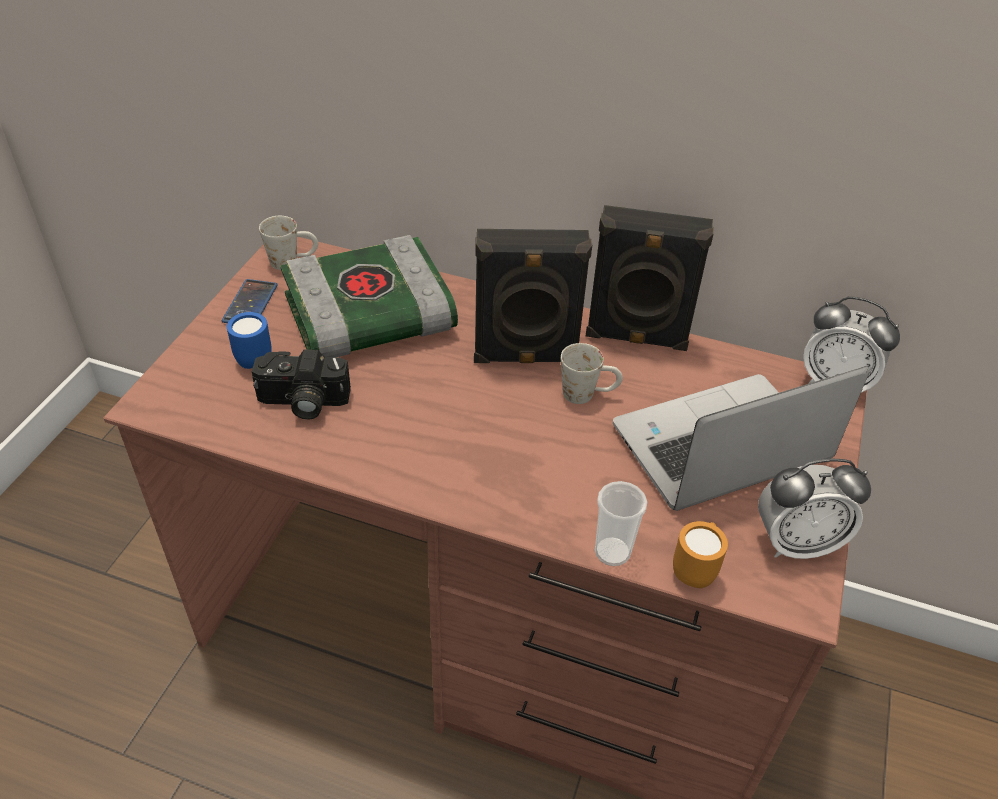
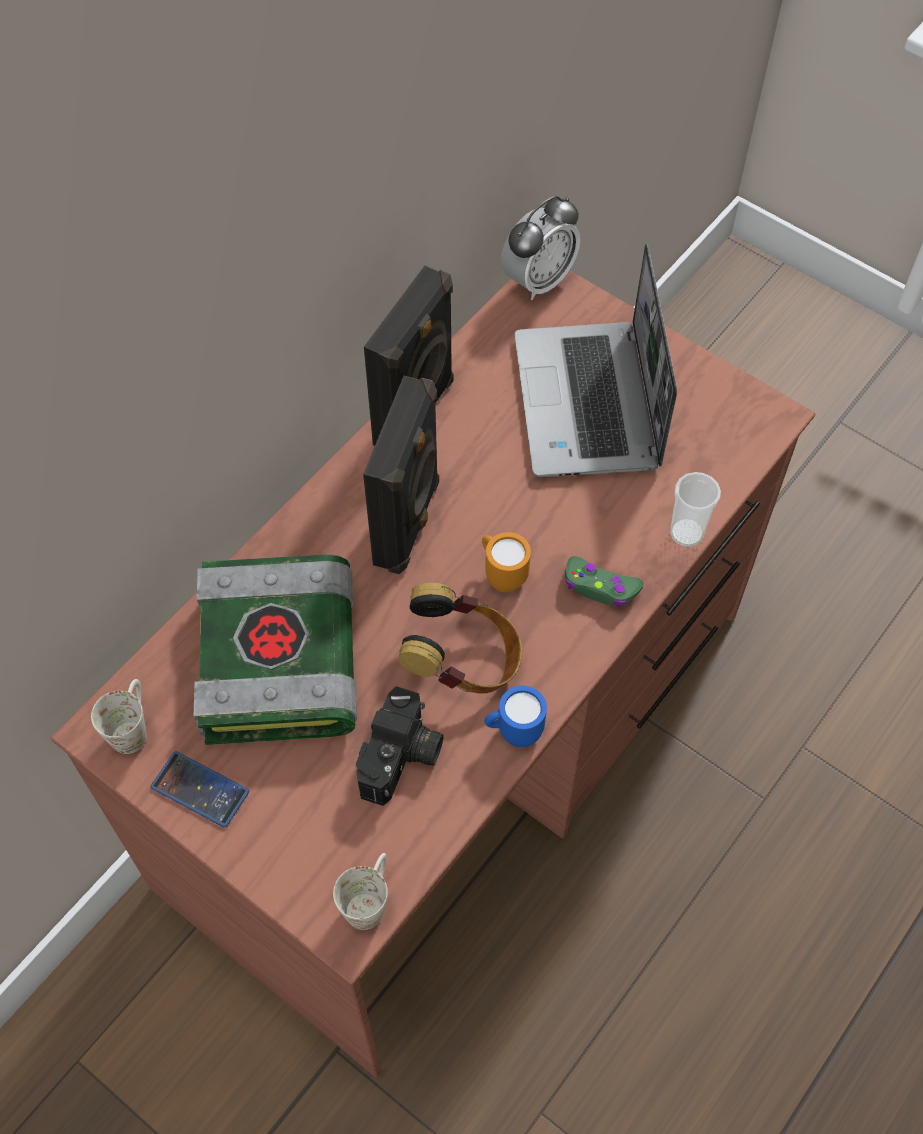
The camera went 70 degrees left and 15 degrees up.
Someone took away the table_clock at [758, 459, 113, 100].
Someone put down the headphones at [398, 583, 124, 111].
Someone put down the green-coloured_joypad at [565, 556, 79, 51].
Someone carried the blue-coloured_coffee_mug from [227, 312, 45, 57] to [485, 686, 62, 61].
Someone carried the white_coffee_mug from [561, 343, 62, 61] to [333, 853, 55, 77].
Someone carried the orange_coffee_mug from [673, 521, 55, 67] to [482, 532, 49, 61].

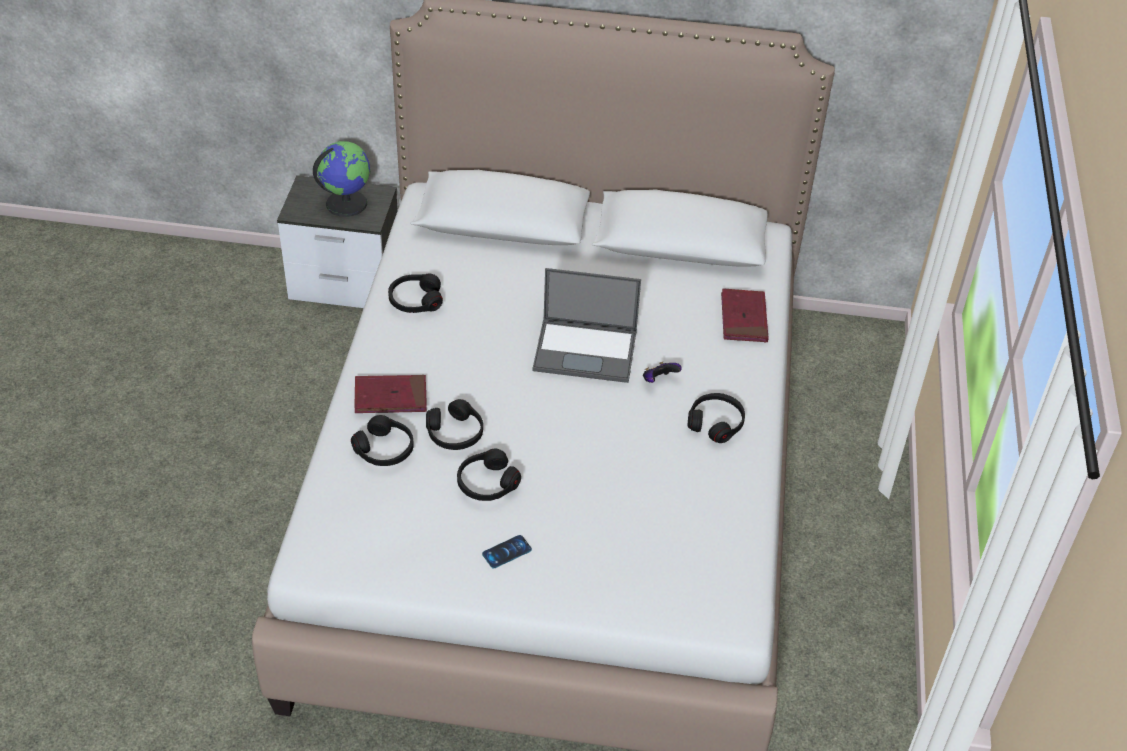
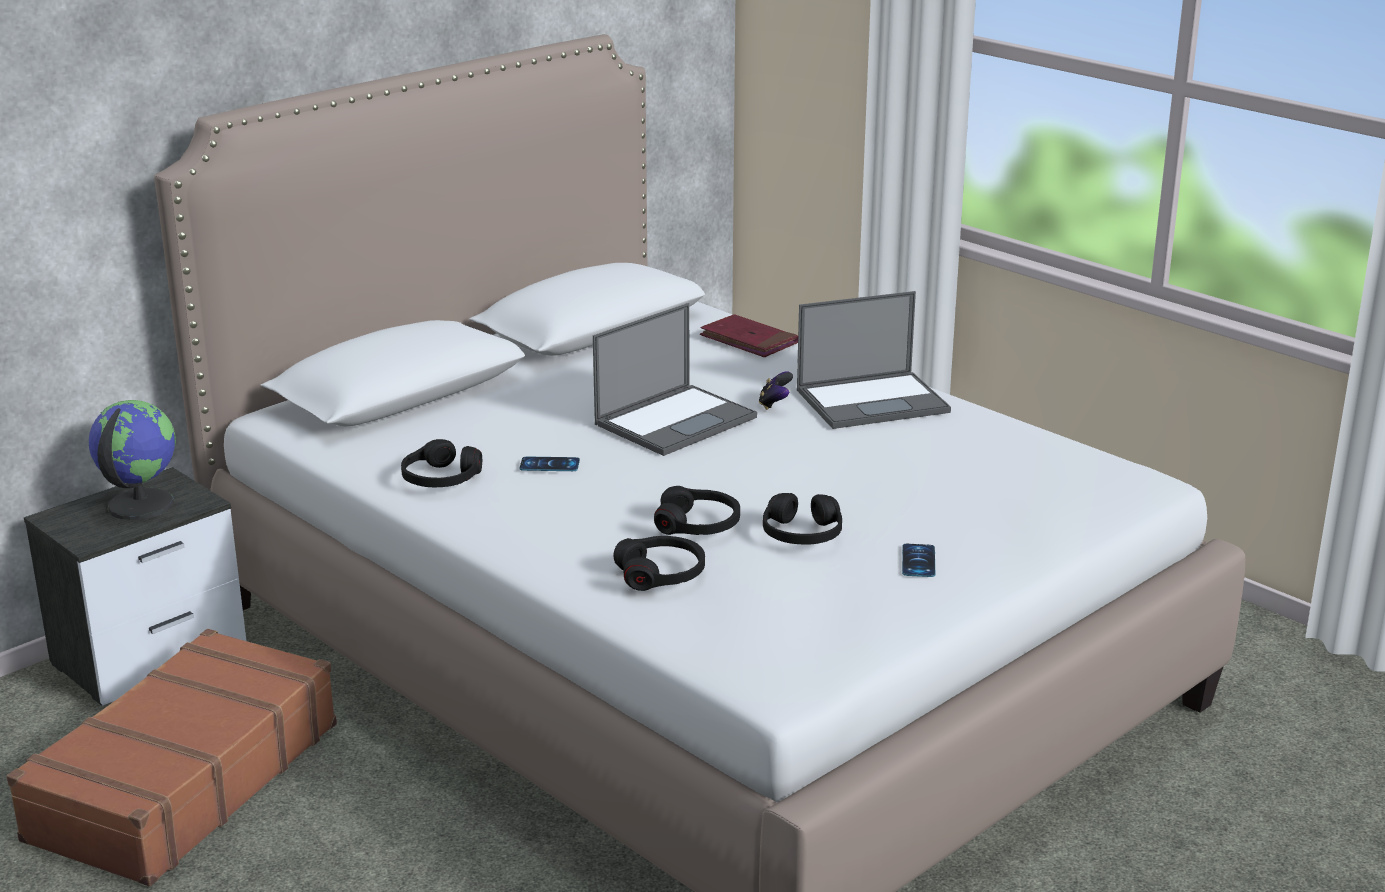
The camera went 50 degrees left and 20 degrees down.
Someone took away the reddish_volume at [354, 375, 73, 38].
Someone put down the brownish_suitcase at [7, 629, 330, 257].
Someone put down the phone at [520, 456, 60, 15].
Someone swapped the black_headphones at [687, 393, 58, 50] for the notebook_computer at [797, 291, 154, 138].

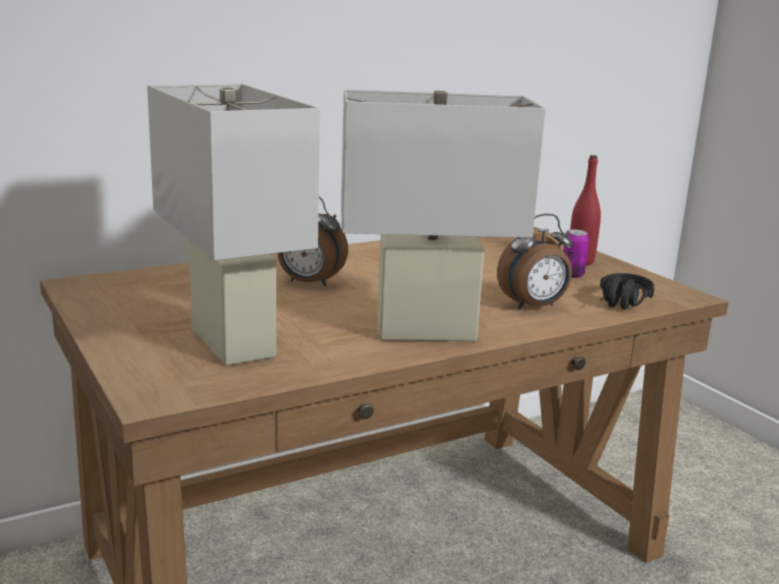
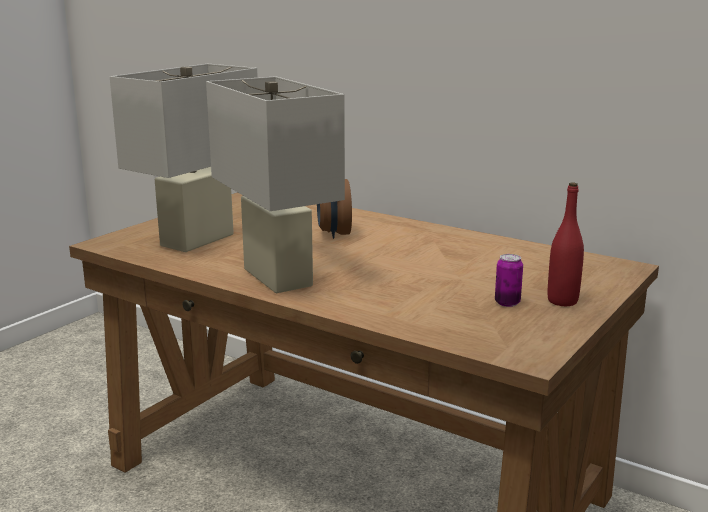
The camera went 65 degrees right and 0 degrees up.
Someone took away the table_clock at [497, 214, 76, 95].
Someone took away the black_headphones at [600, 273, 54, 37].

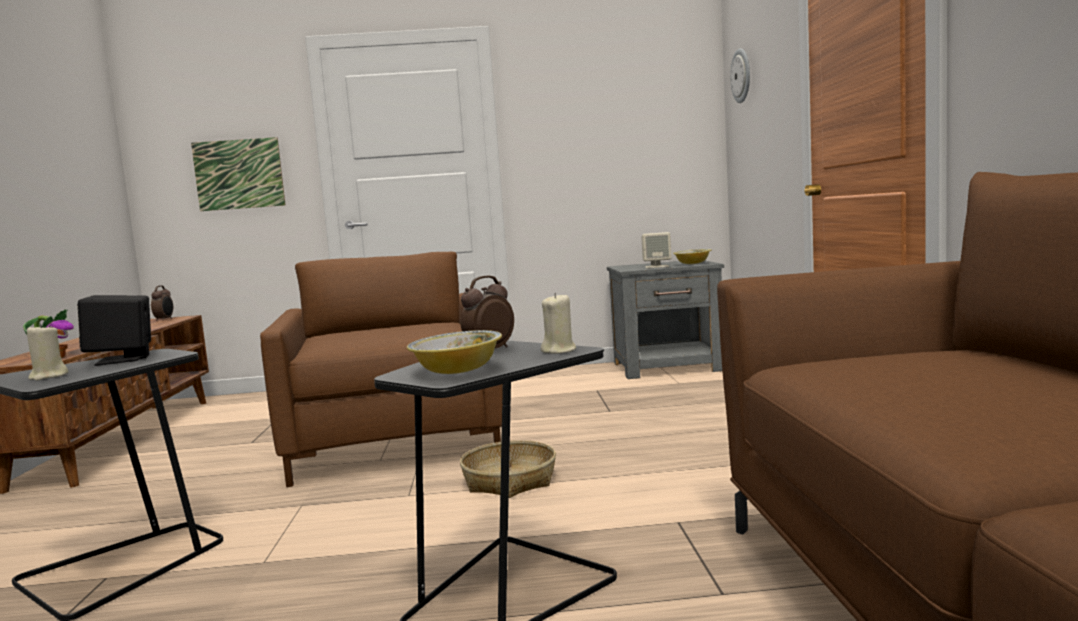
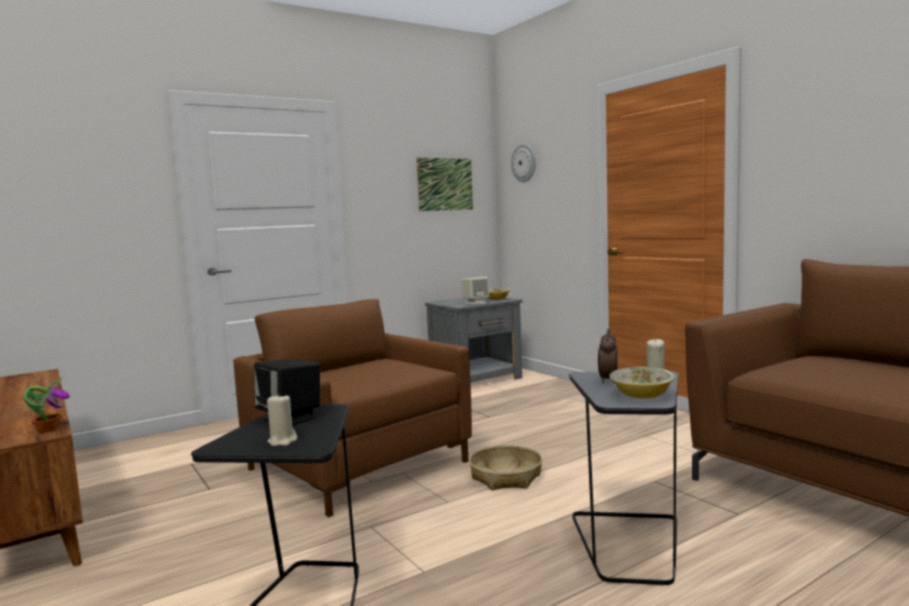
The camera went 30 degrees left and 0 degrees up.
Someone took away the table_clock at [151, 285, 22, 36].
Someone carried the wall_art from [191, 137, 95, 74] to [416, 158, 57, 53].

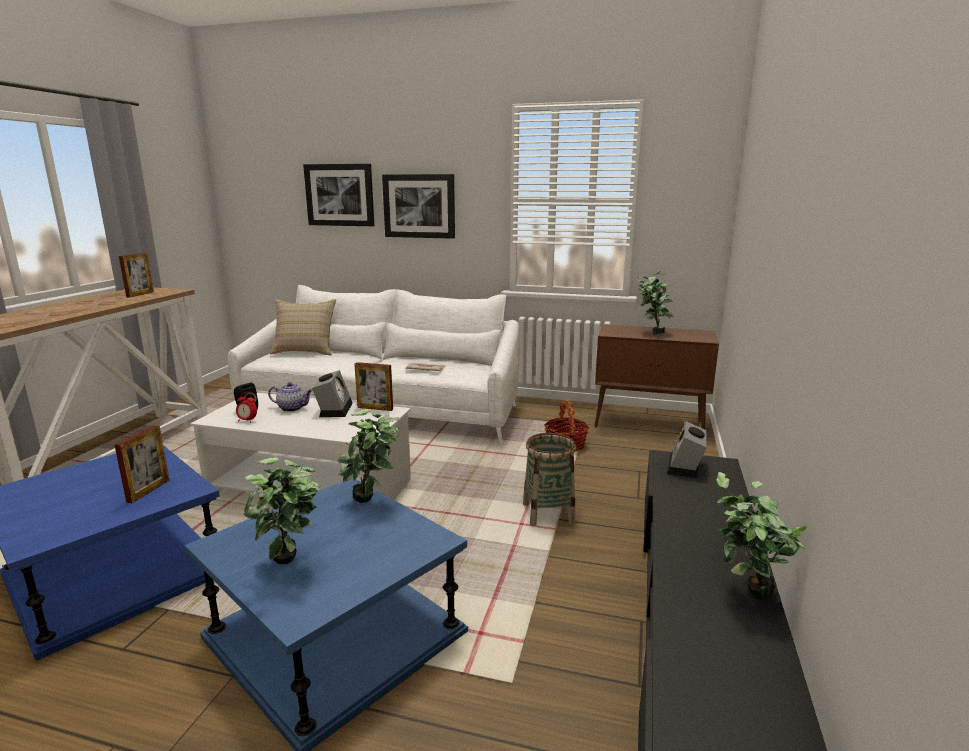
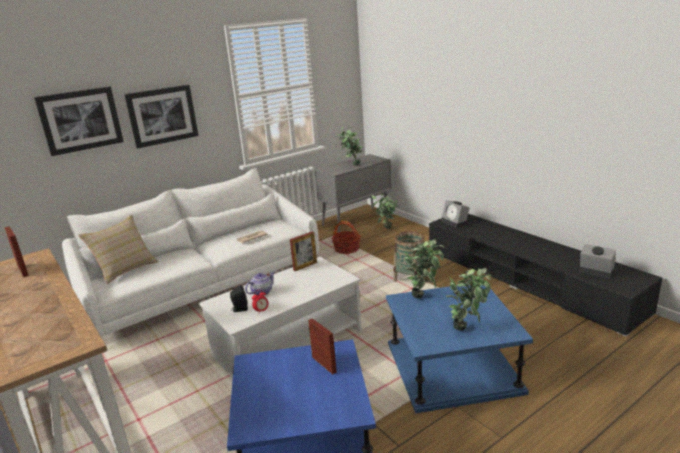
The camera went 50 degrees left and 5 degrees up.
Someone carried the table_clock from [312, 370, 41, 47] to [579, 244, 37, 35].
Someone carried the houseplant from [716, 472, 91, 127] to [371, 194, 27, 35].
Someone repainted the brownish_cupboard at [594, 324, 125, 105], which became the gray_cupboard at [315, 154, 77, 79].

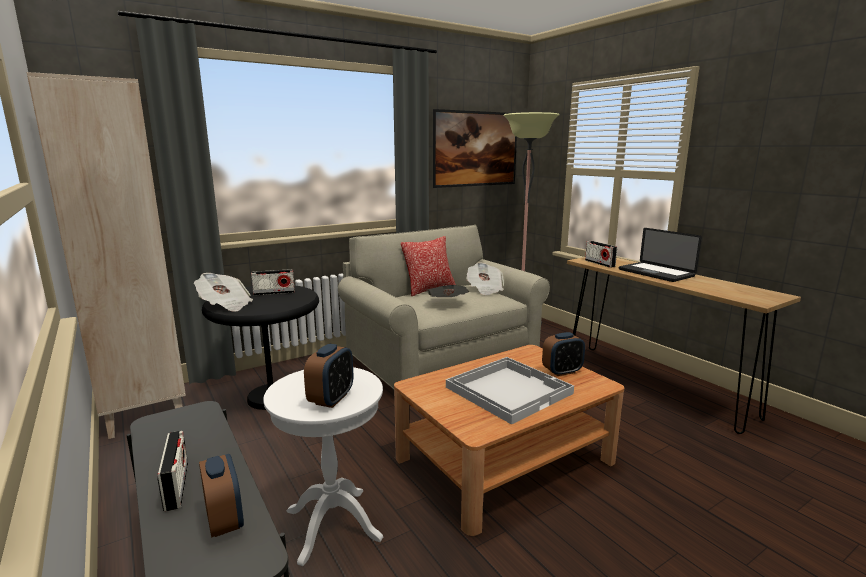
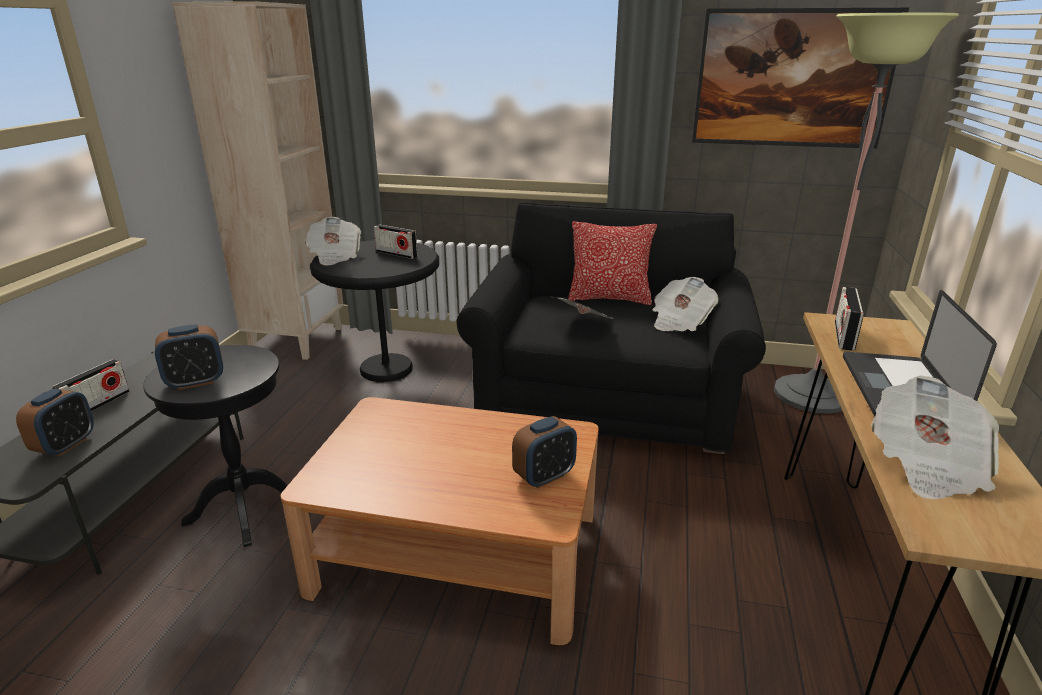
The camera went 45 degrees right and 10 degrees up.
Someone took away the white_serving_tray at [446, 357, 128, 68].
Someone put down the daily_paper at [871, 376, 128, 123].
Someone repainted the white_side_table at [263, 367, 120, 199], which became the black_side_table at [143, 345, 145, 202].
Someone repainted the beige-coloured_sofa at [338, 225, 212, 168], which became the black_sofa at [456, 202, 310, 252].
Someone rotated the table_clock at [542, 332, 43, 44] by 60 degrees counterclockwise.

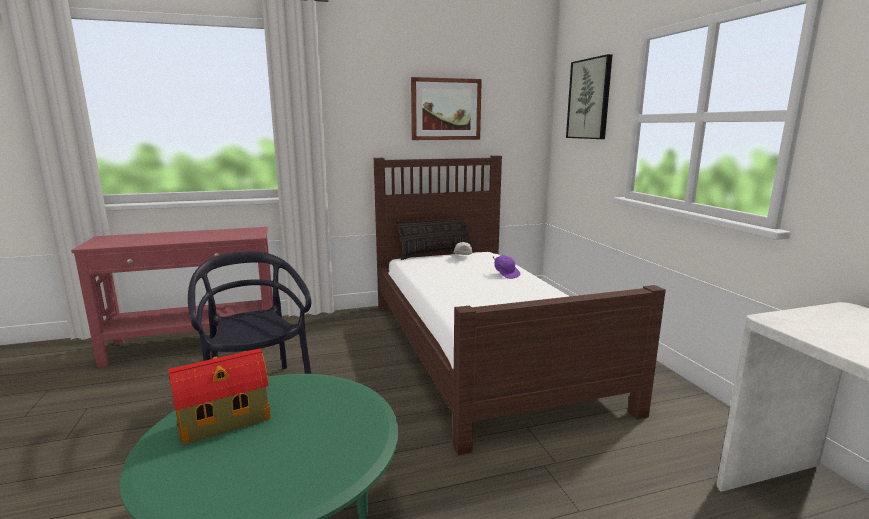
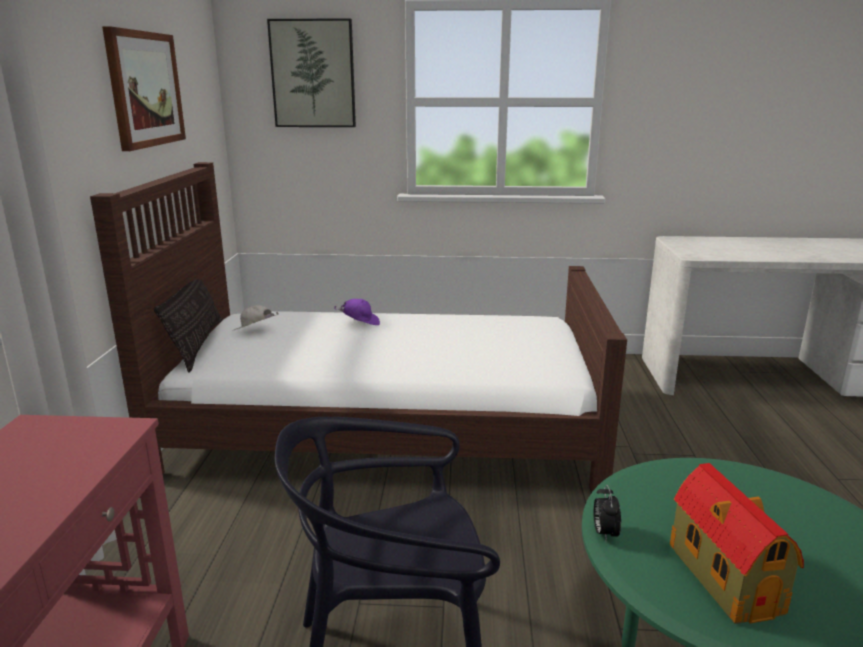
The camera went 70 degrees left and 5 degrees up.
Someone put down the table_clock at [593, 485, 28, 56].

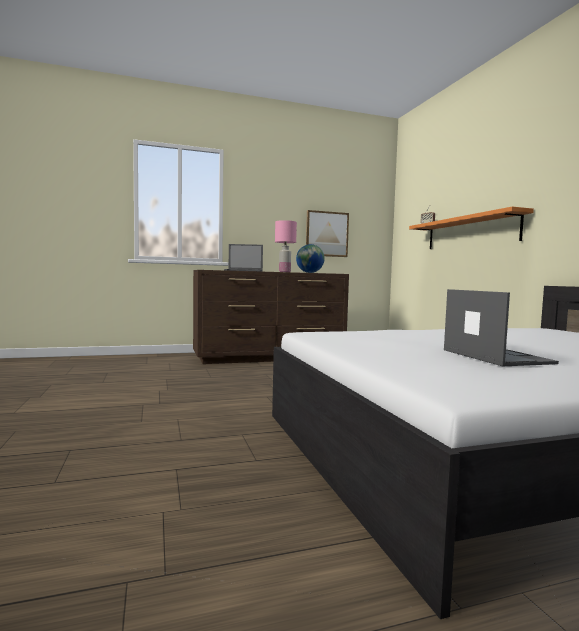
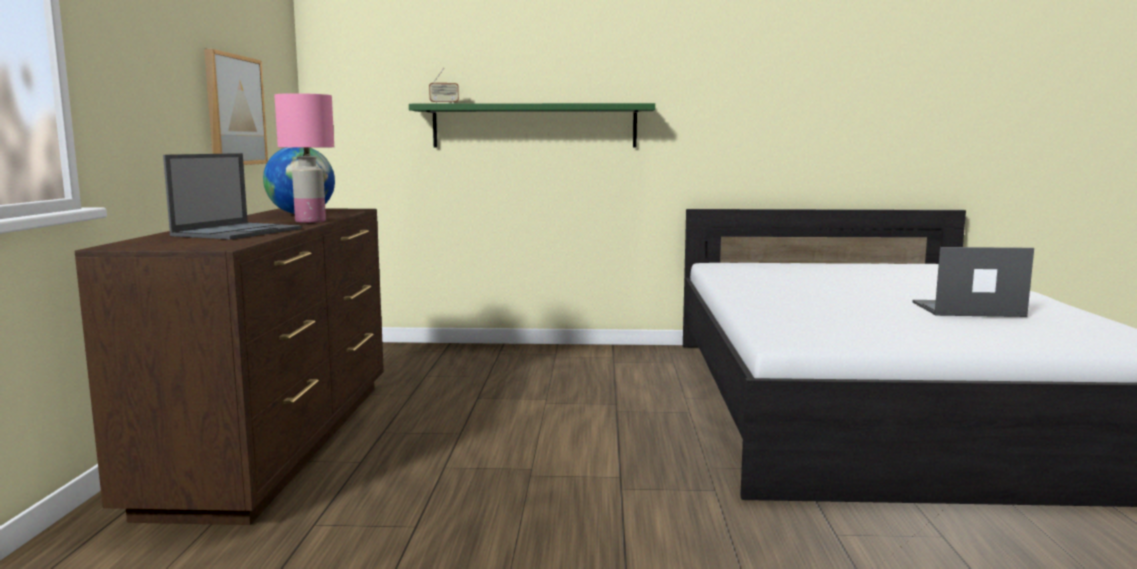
The camera went 70 degrees left and 5 degrees up.
Someone repainted the orange_shelf at [409, 207, 125, 42], which became the green-coloured_shelf at [409, 103, 246, 45].

